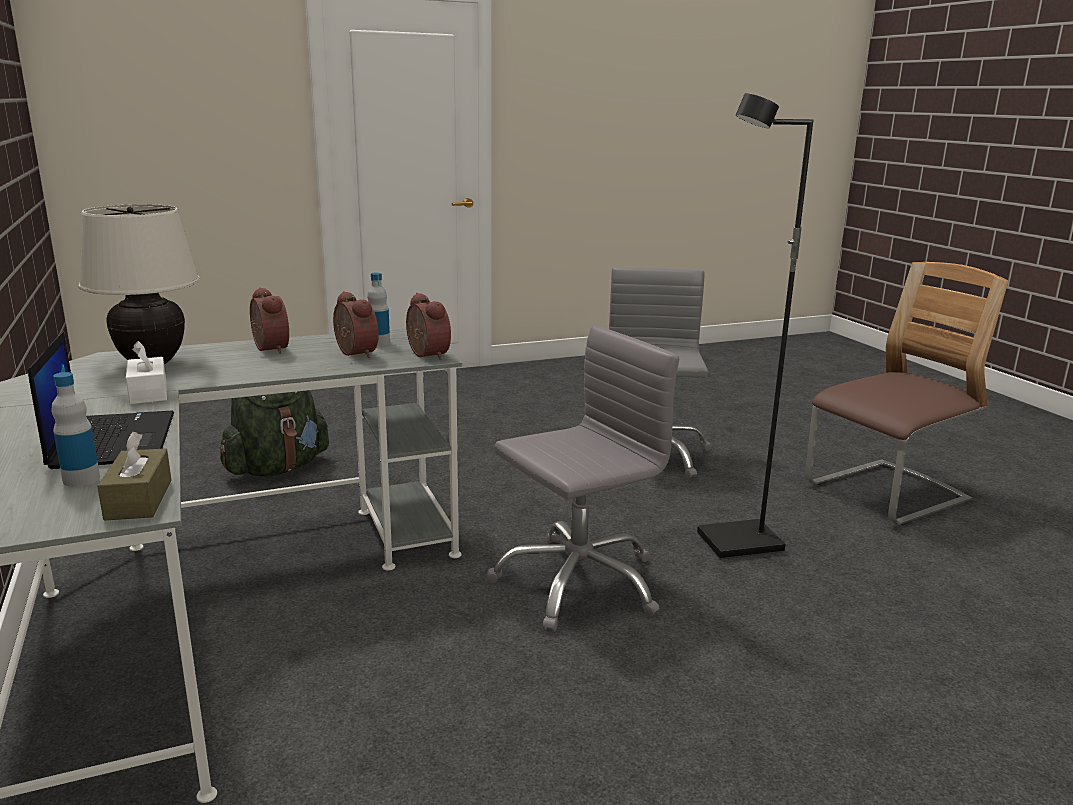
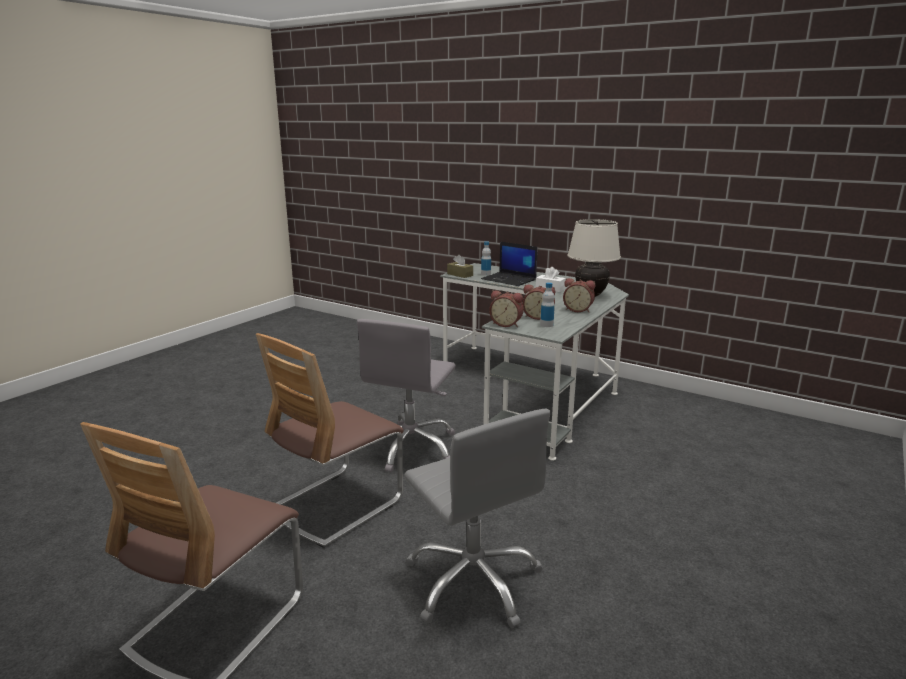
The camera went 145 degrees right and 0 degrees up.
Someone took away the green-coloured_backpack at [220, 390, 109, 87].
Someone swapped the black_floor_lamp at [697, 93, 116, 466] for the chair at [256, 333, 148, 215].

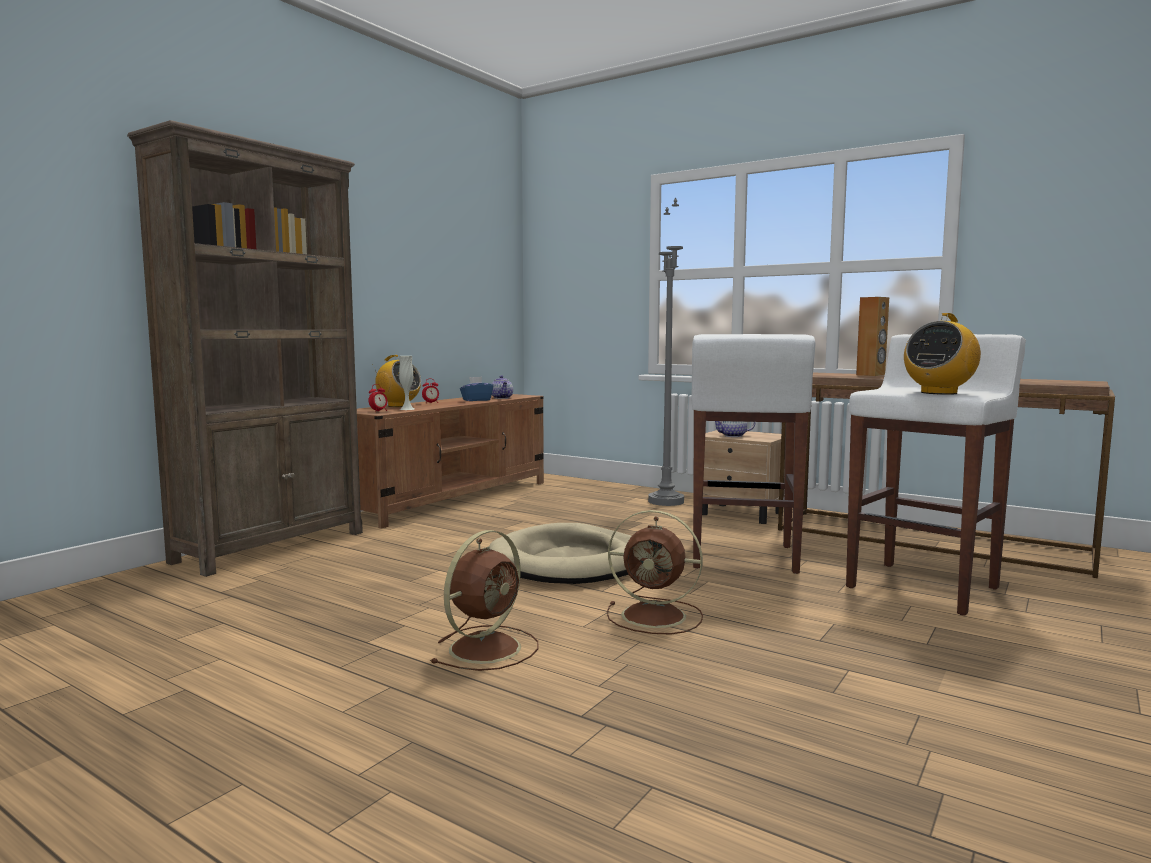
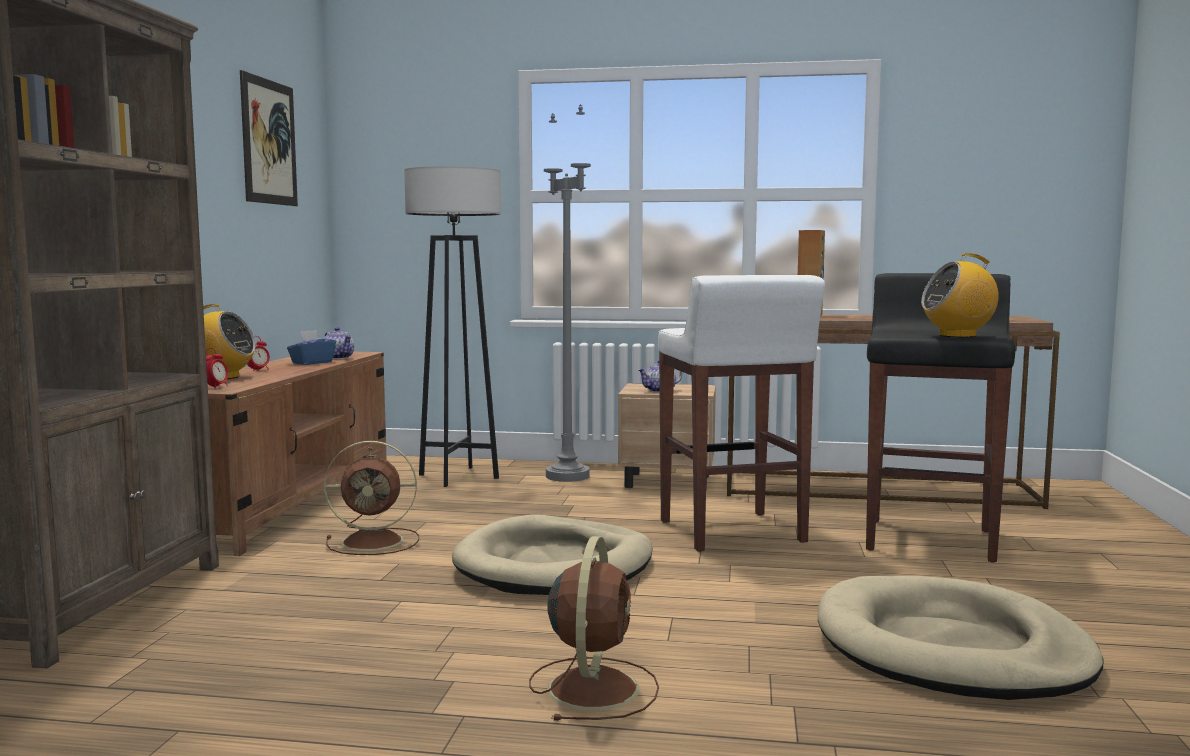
The camera went 25 degrees left and 0 degrees up.
Someone took away the white_vase at [399, 356, 15, 54].
Someone put up the wall_art at [240, 70, 58, 136].
Someone put down the gray_floor_lamp at [404, 166, 97, 321].
Someone put down the beige-coloured_dog_cushion at [818, 576, 286, 124].
Someone carried the brownish_fan from [607, 510, 96, 125] to [324, 441, 95, 114].
Someone repainted the white_stool_seat at [846, 334, 180, 282], which became the black_stool_seat at [866, 273, 150, 290].
Someone rotated the radio_set at [904, 313, 77, 82] by 60 degrees clockwise.

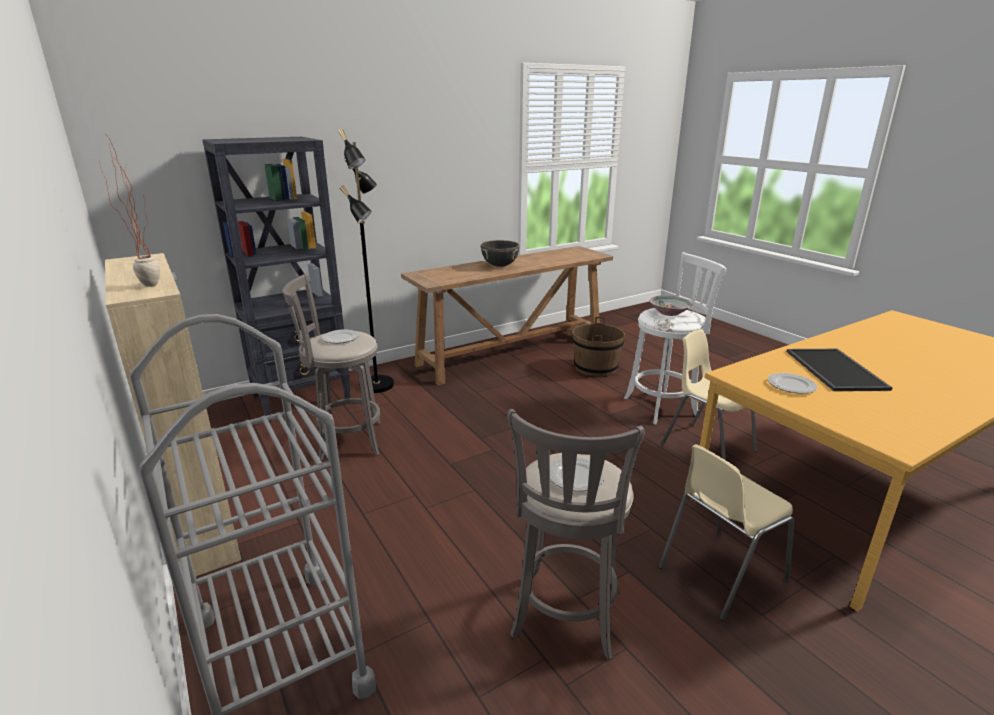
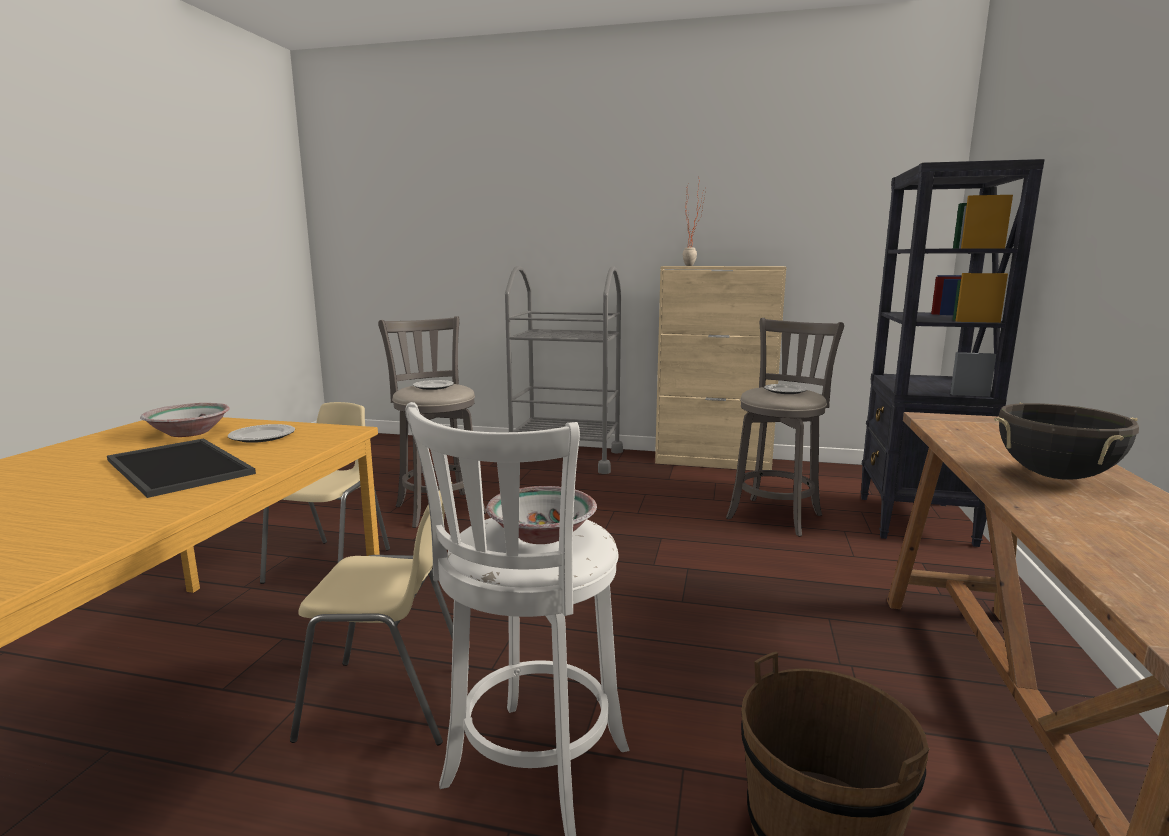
The camera went 135 degrees right and 10 degrees down.
Someone took away the black_floor_lamp at [339, 129, 55, 264].
Someone put down the bowl at [140, 403, 90, 34].

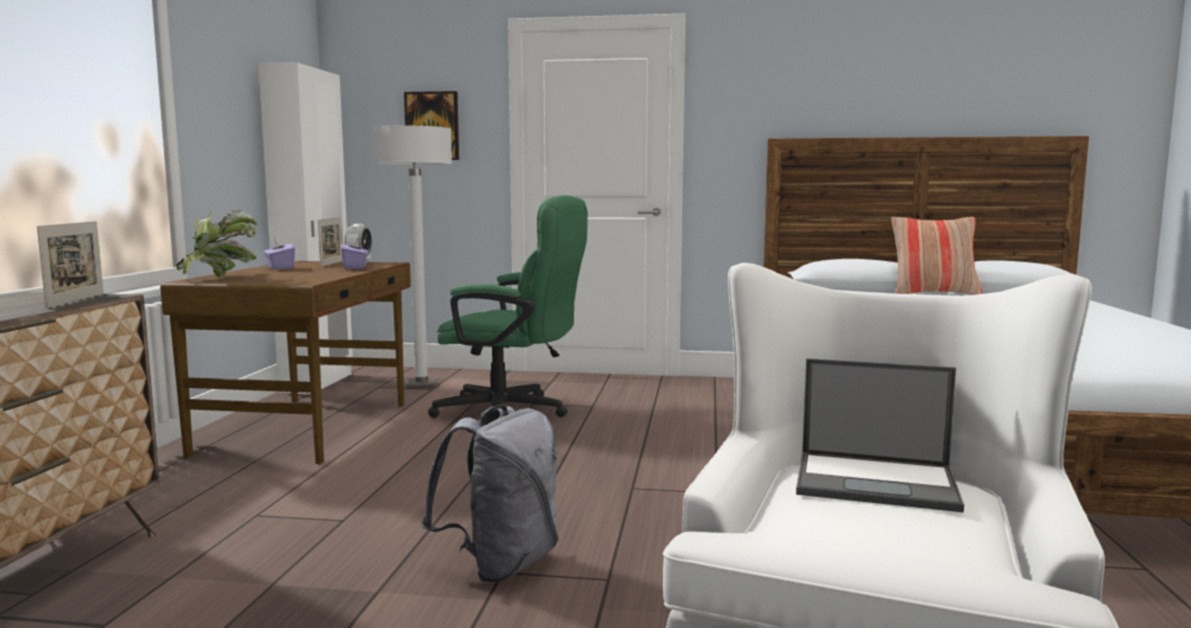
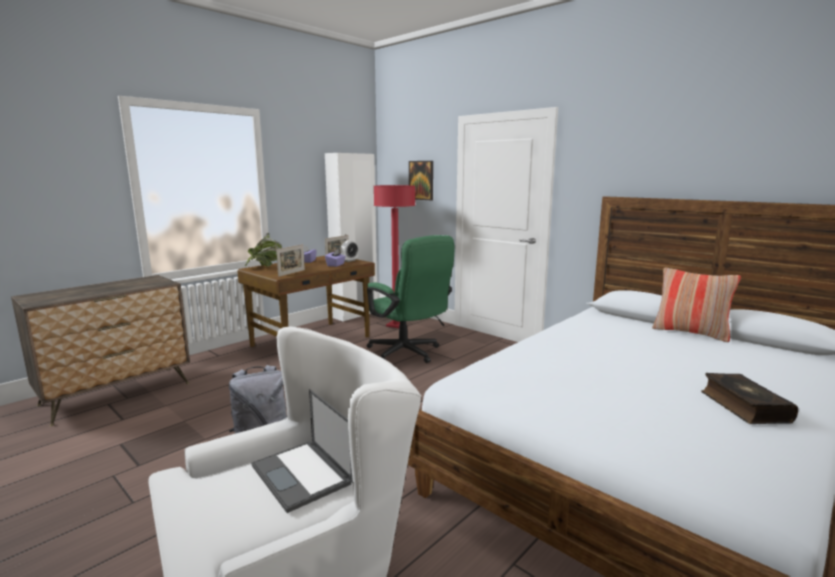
The camera went 35 degrees right and 5 degrees up.
Someone put down the volume at [701, 373, 97, 51].
Someone carried the photo_frame from [37, 221, 66, 87] to [276, 244, 29, 33].
Someone repainted the white_floor_lamp at [375, 126, 77, 262], which became the reddish_floor_lamp at [374, 185, 41, 143].

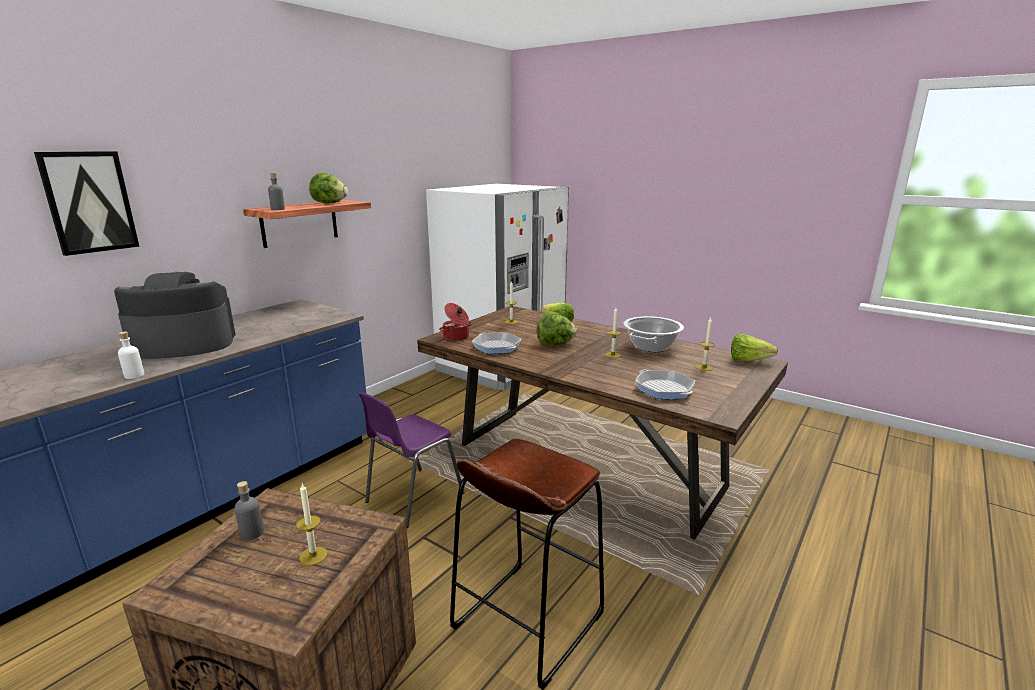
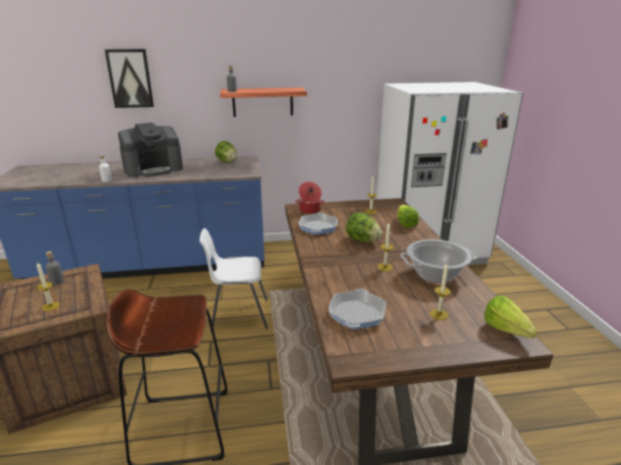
The camera went 45 degrees right and 5 degrees up.
Someone carried the head_of_lettuce from [309, 173, 39, 30] to [215, 141, 22, 22].
Someone repainted the purple-coloured_chair at [359, 392, 106, 136], which became the white_chair at [200, 228, 68, 102].
Someone rotated the coffee_brewer at [114, 272, 122, 87] by 120 degrees clockwise.

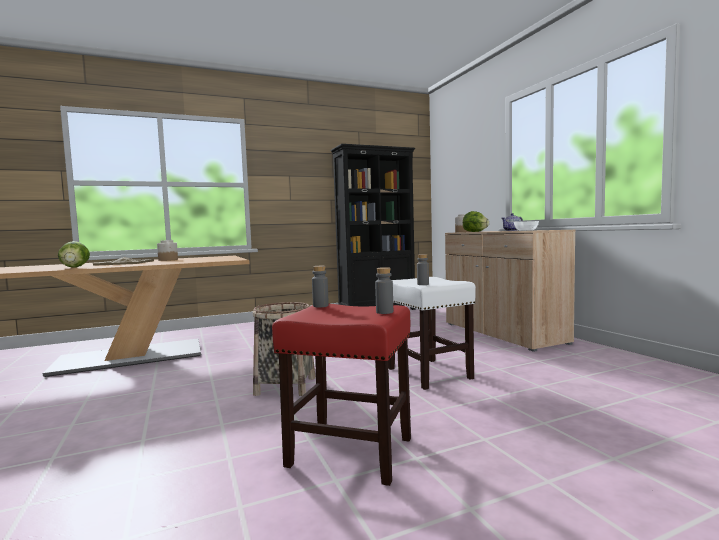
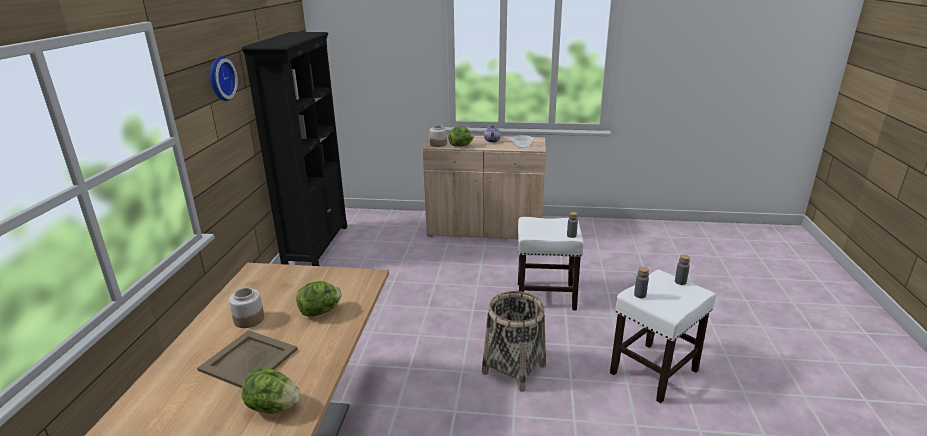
The camera went 60 degrees left and 20 degrees up.
Someone put up the hanging_clock at [210, 56, 28, 45].
Someone put down the head_of_lettuce at [296, 281, 46, 36].
Someone repainted the reddish_stool_seat at [272, 304, 139, 182], which became the white_stool_seat at [610, 270, 106, 133].

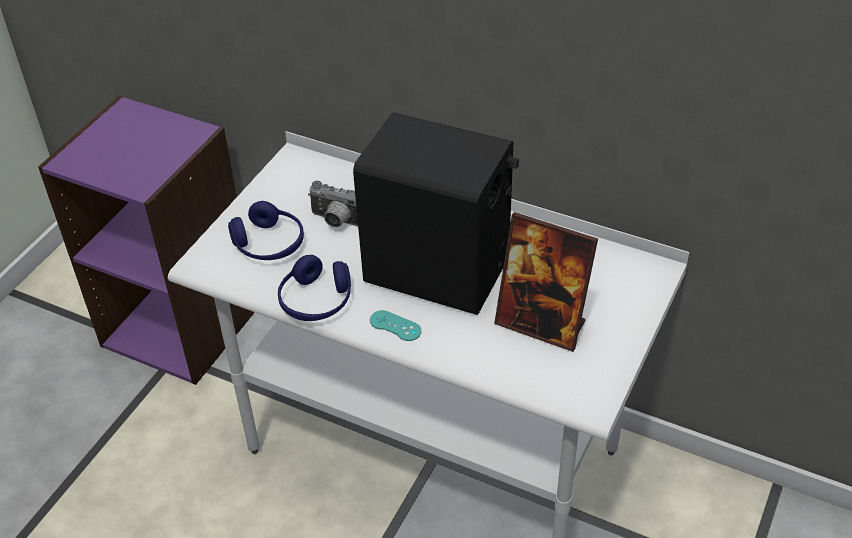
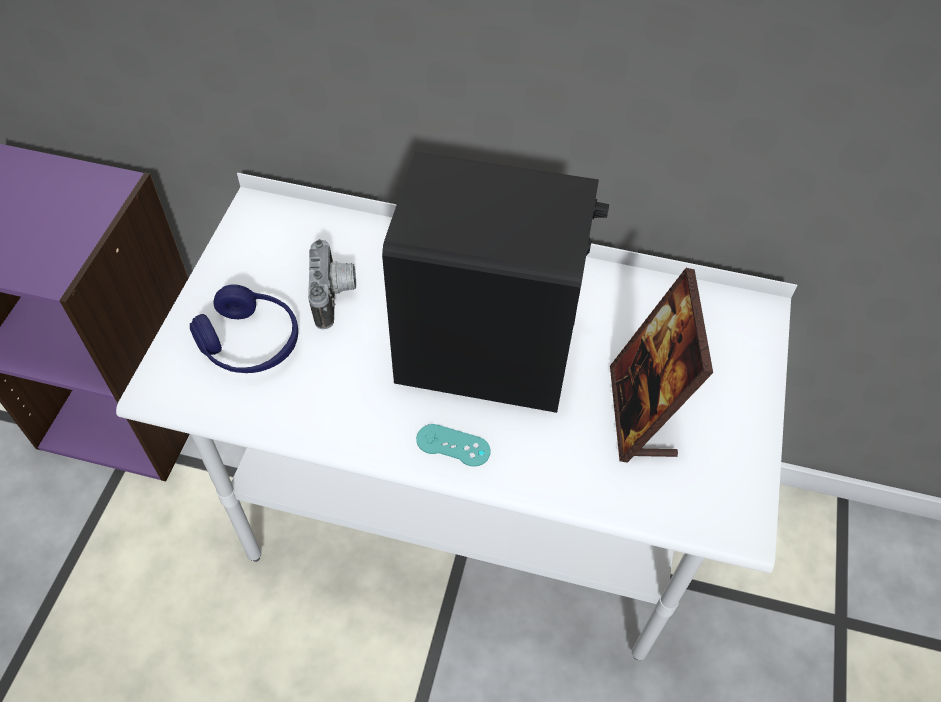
The camera went 15 degrees left and 10 degrees up.
Someone took away the blue-coloured_headphones at [278, 255, 73, 66].
Someone rotated the still_camera at [308, 181, 50, 47] by 105 degrees counterclockwise.
Someone rotated the photo_frame at [494, 212, 104, 140] by 75 degrees clockwise.

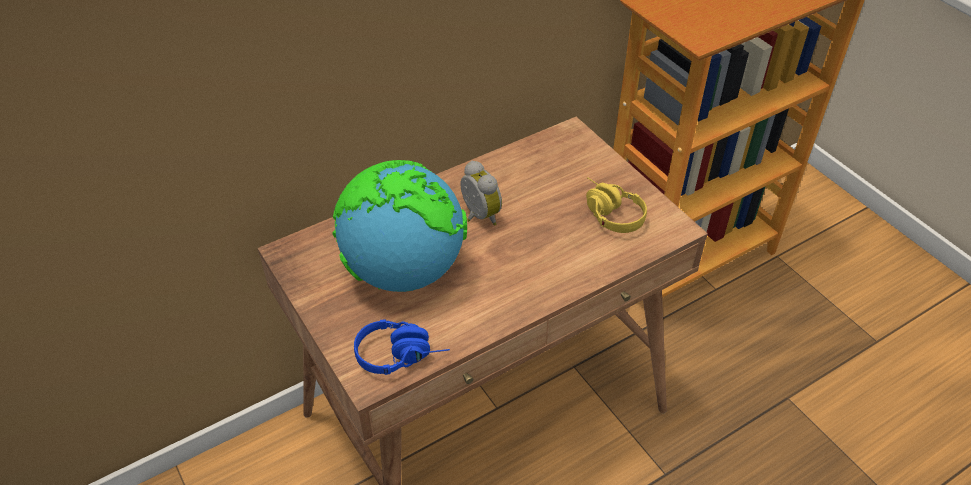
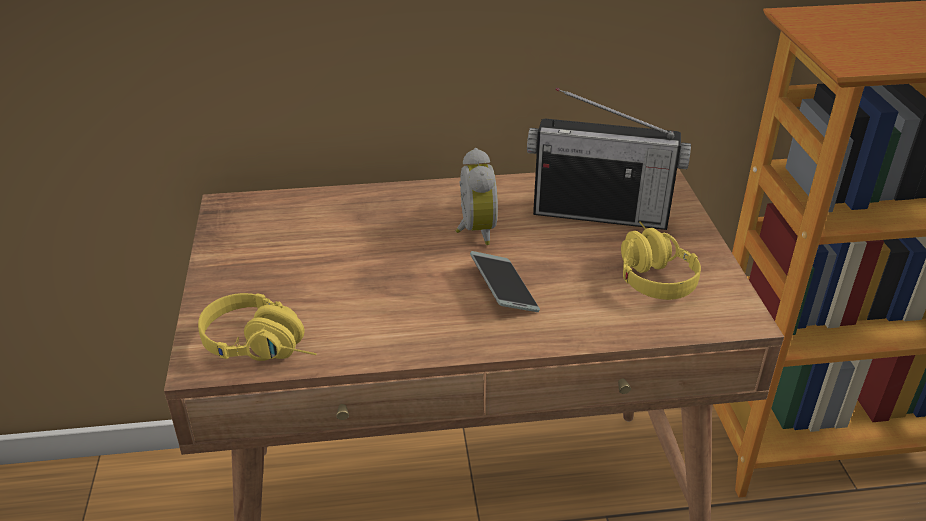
The camera went 25 degrees right and 10 degrees down.
Someone took away the world_globe at [332, 160, 135, 132].
Someone put down the phone at [470, 251, 70, 61].
Someone put down the radio_set at [527, 88, 164, 142].
Someone repainted the blue-coloured_headphones at [354, 319, 96, 56], which became the yellow-coloured_headphones at [198, 293, 118, 68].

